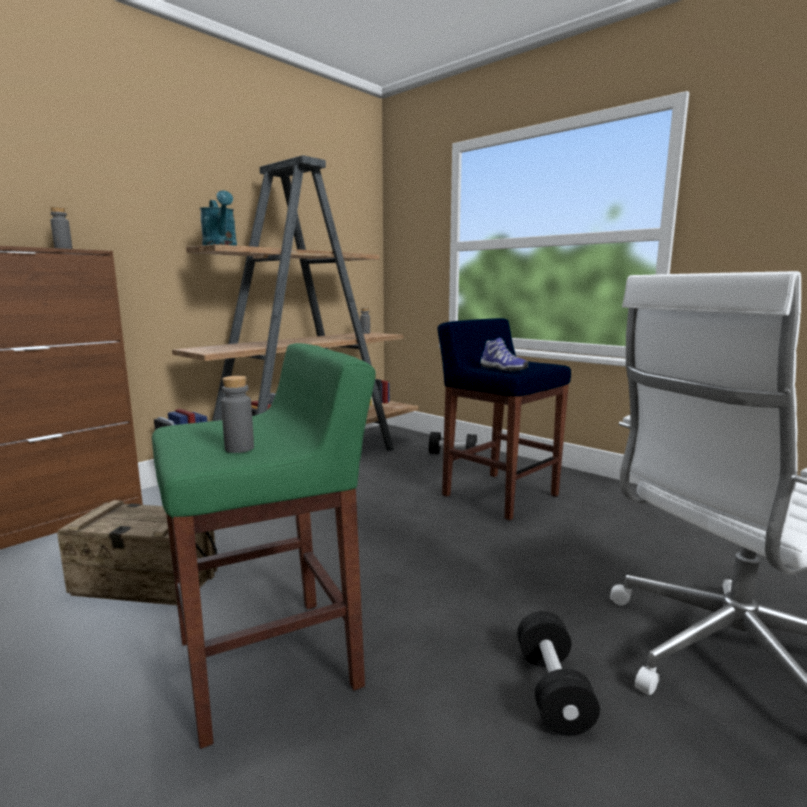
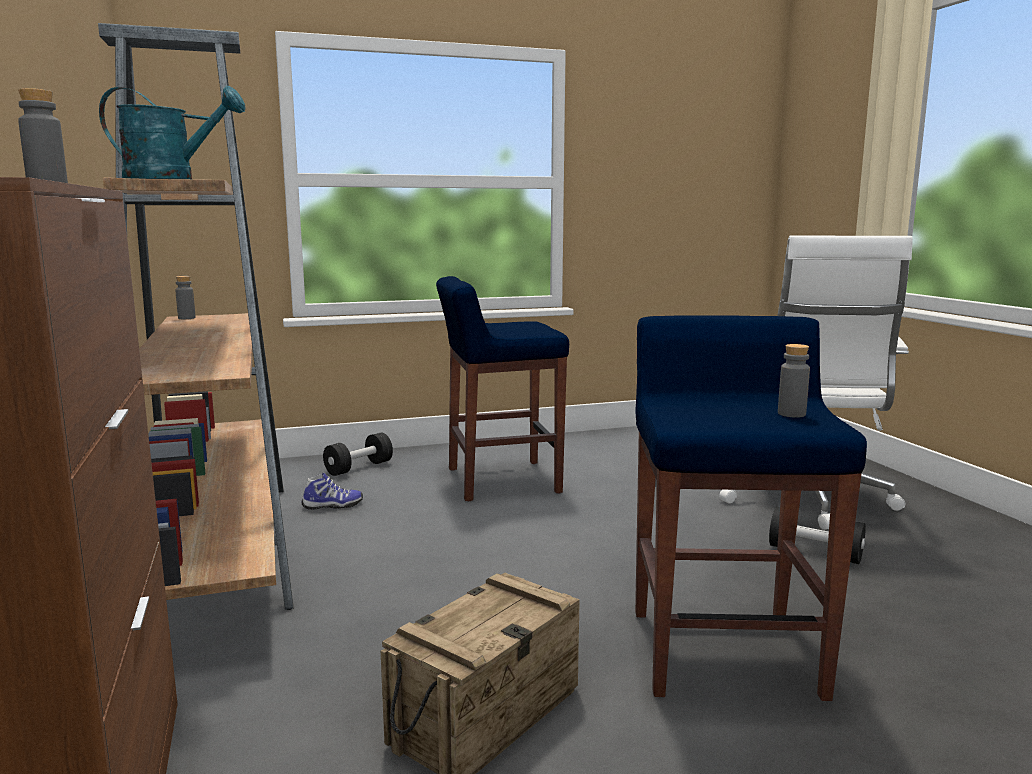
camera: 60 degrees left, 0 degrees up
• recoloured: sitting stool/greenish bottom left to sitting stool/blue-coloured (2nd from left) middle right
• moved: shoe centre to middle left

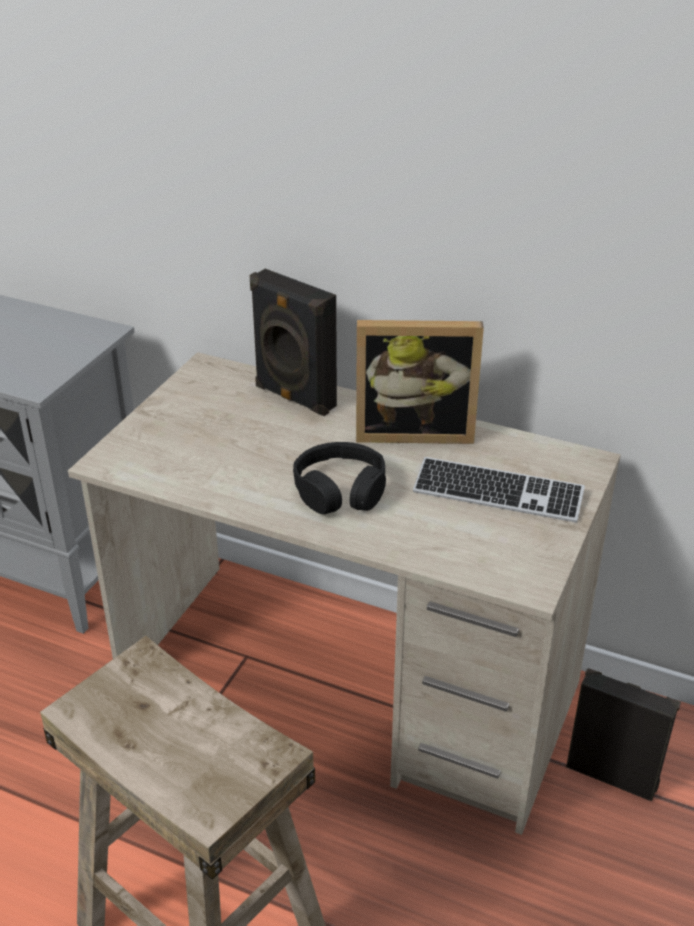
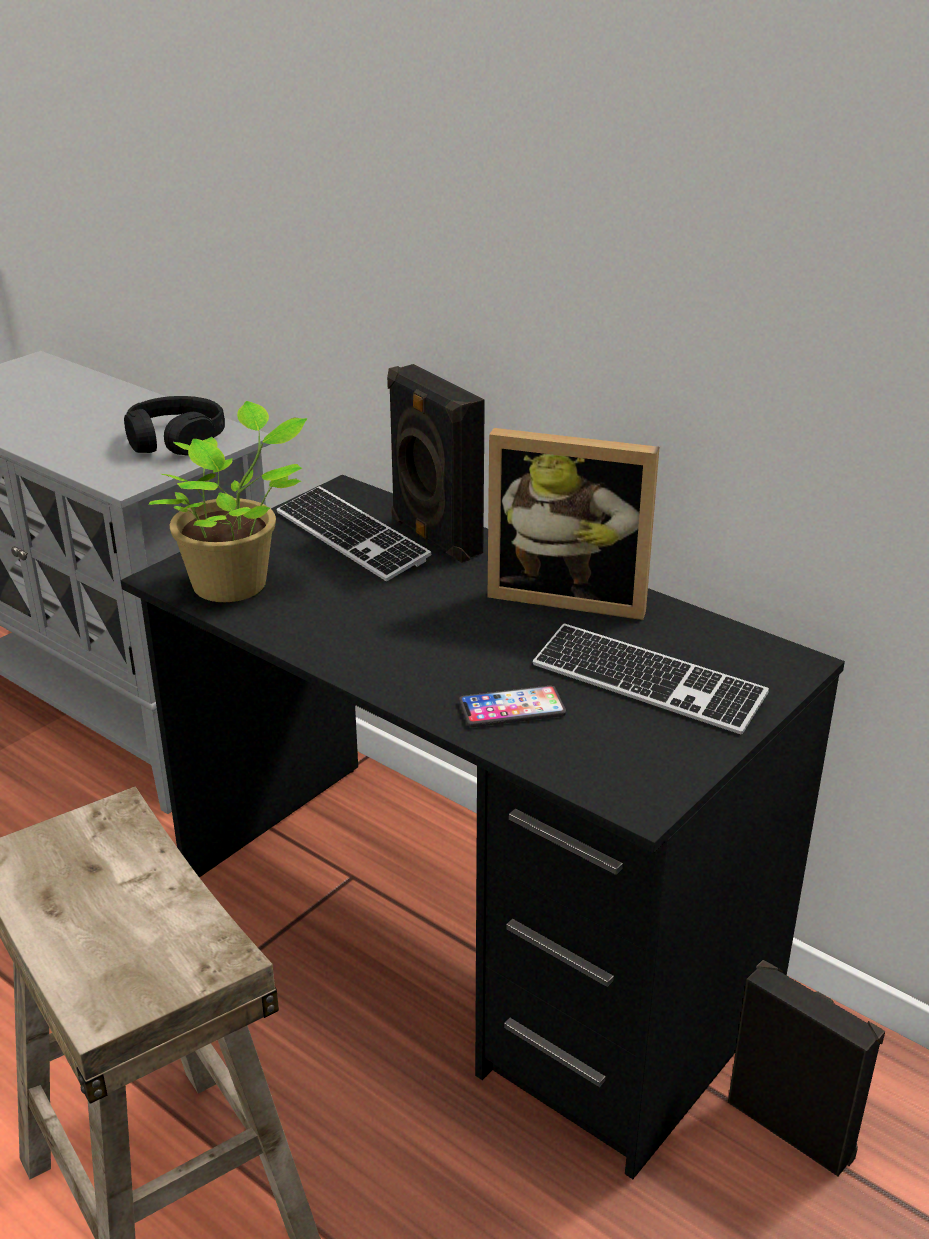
camera: 15 degrees right, 5 degrees down
• recoloured: desk table/beige centre to desk table/black bottom centre
• moved: pair of headphones/black centre to middle left
• added: plant in a pot middle left
• added: keyboard (1st from left) centre
• added: phone centre

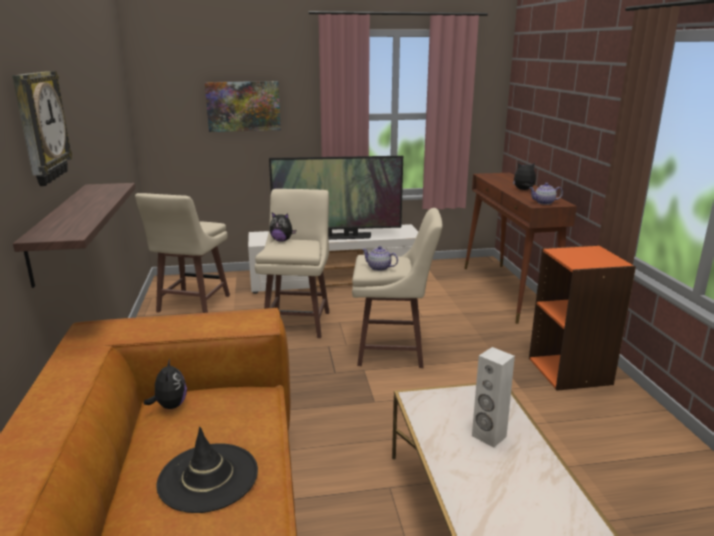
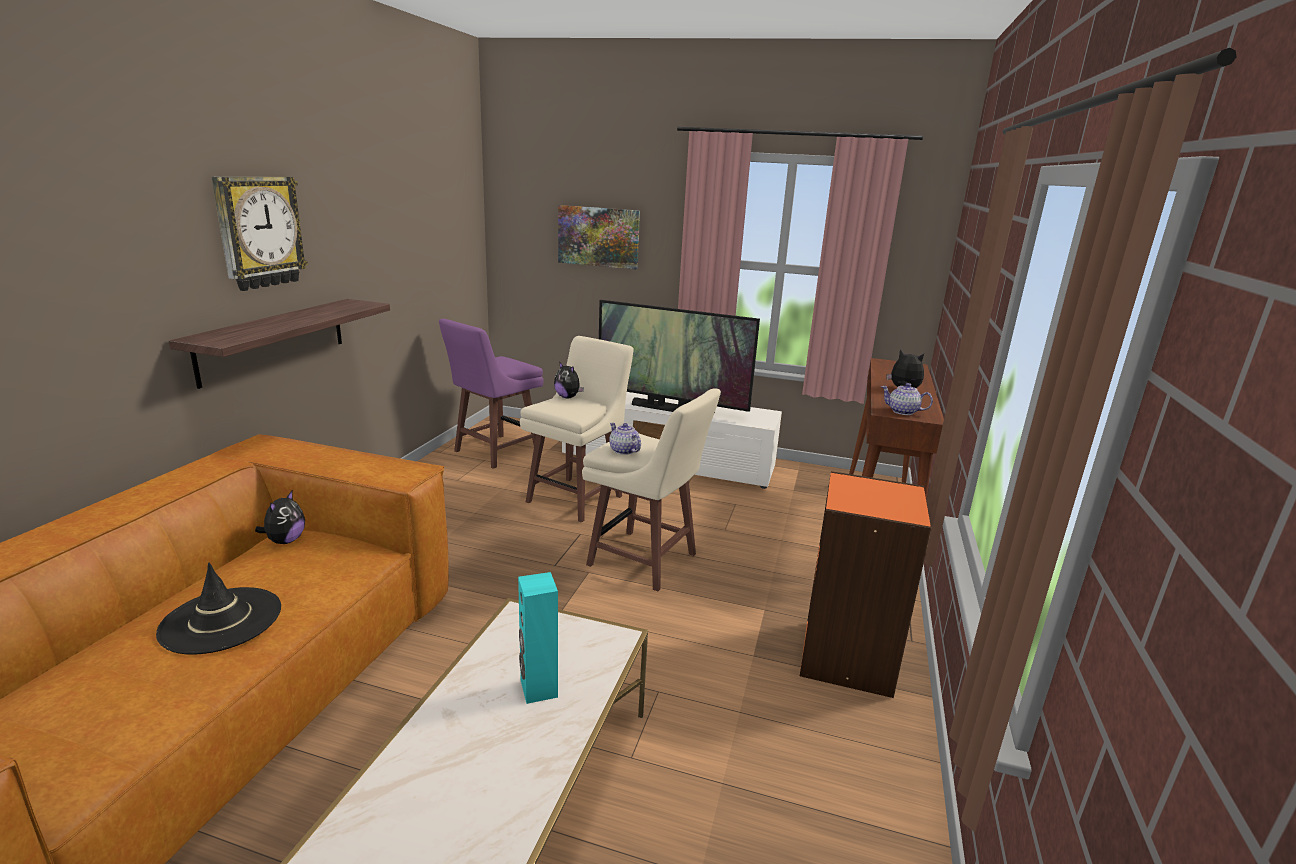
camera: 25 degrees right, 0 degrees up
• recoloured: sitting stool/beige (1st from left) middle left to sitting stool/purple centre
• recoloured: loudspeaker/whitish bottom right to loudspeaker/blue-green bottom centre

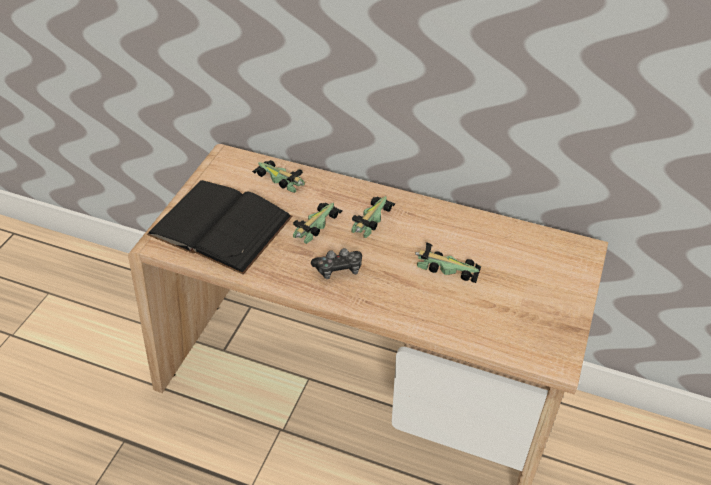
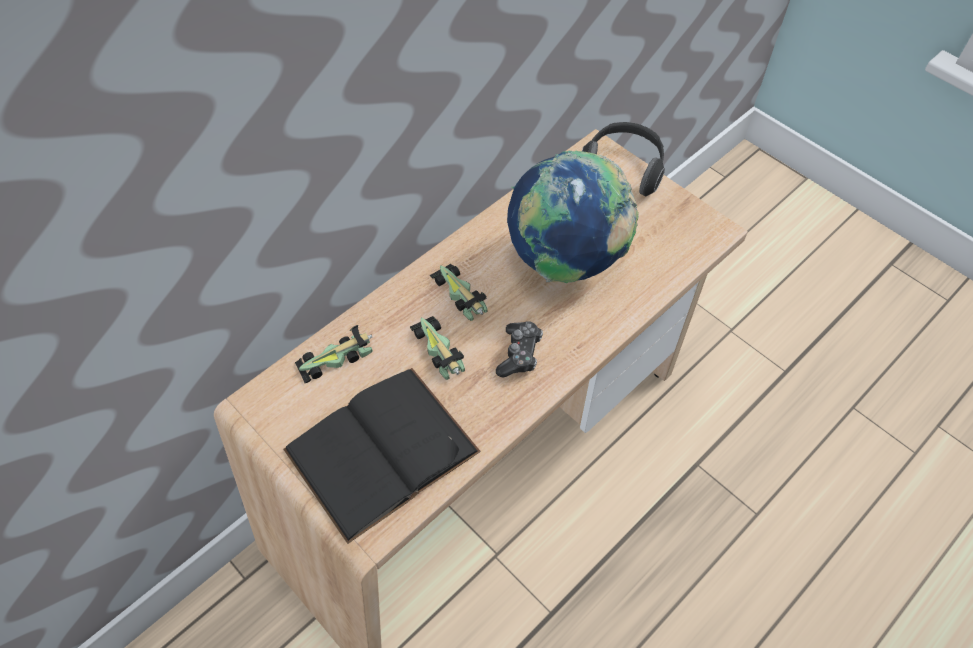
camera: 65 degrees left, 10 degrees up
• replaced: miniature car (4th from left) centre to desk globe centre
• added: pair of headphones top centre

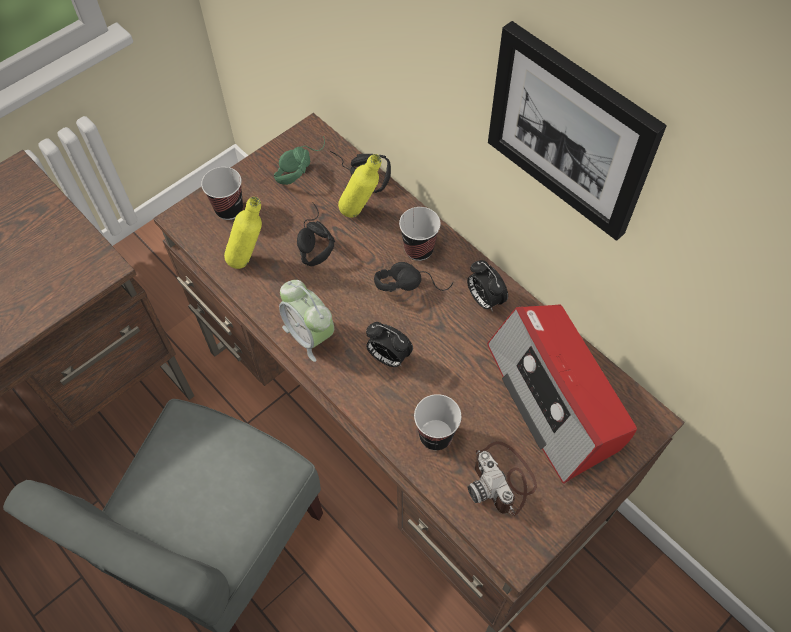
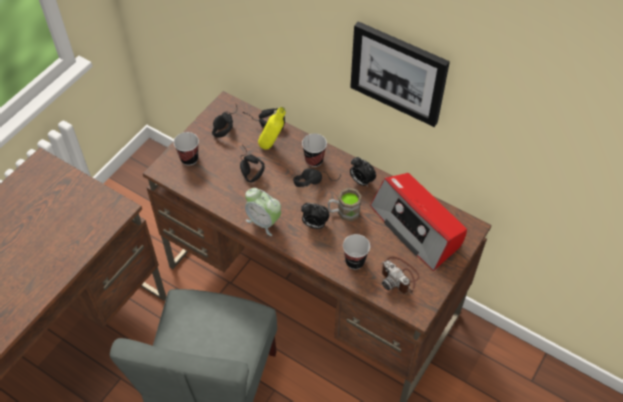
camera: 15 degrees left, 5 degrees down
• removed: beverage bottle/yellow (1st from left) middle left
• recoloured: pair of headphones/greenish top centre to pair of headphones/black (1st from left) top centre
• added: coffee mug/brown-coloured centre

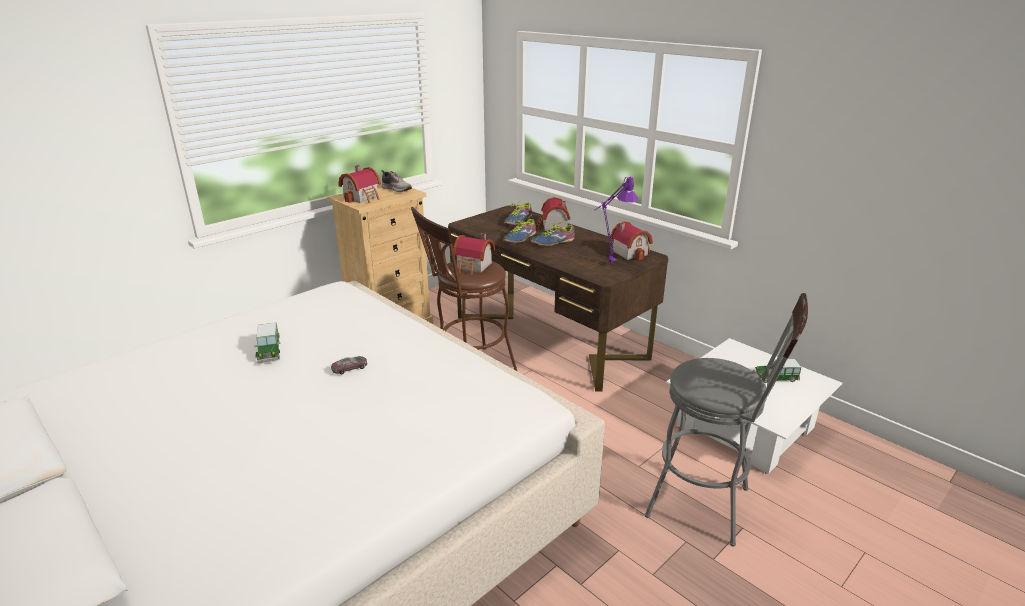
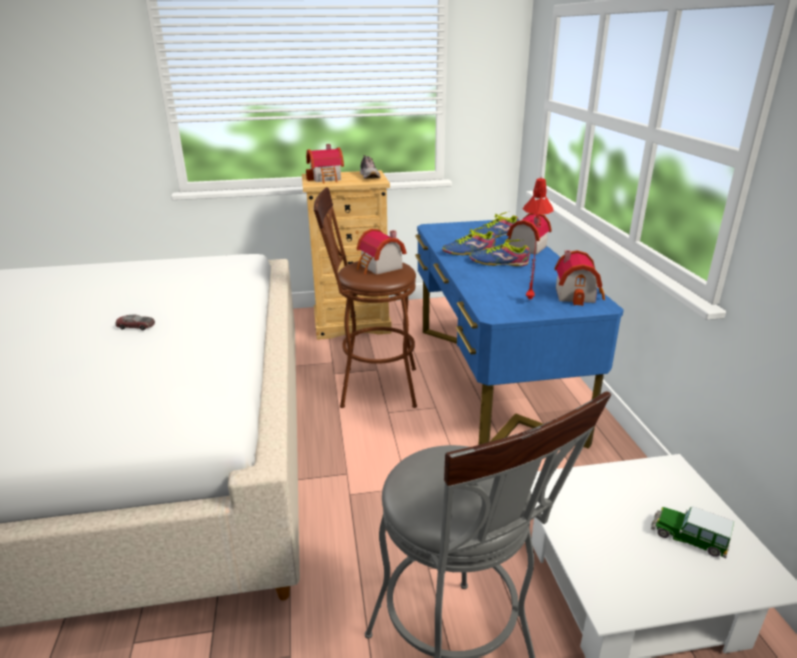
camera: 35 degrees right, 0 degrees up
• removed: miniature car (1st from left) middle left
• recoloured: desk table/brown-coloured centre to desk table/blue-coloured centre
• recoloured: lamp for a table/purple centre to lamp for a table/red middle right

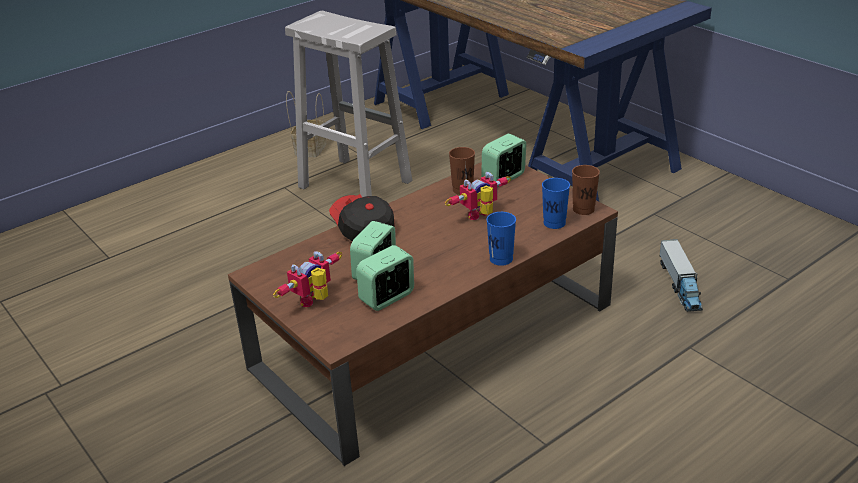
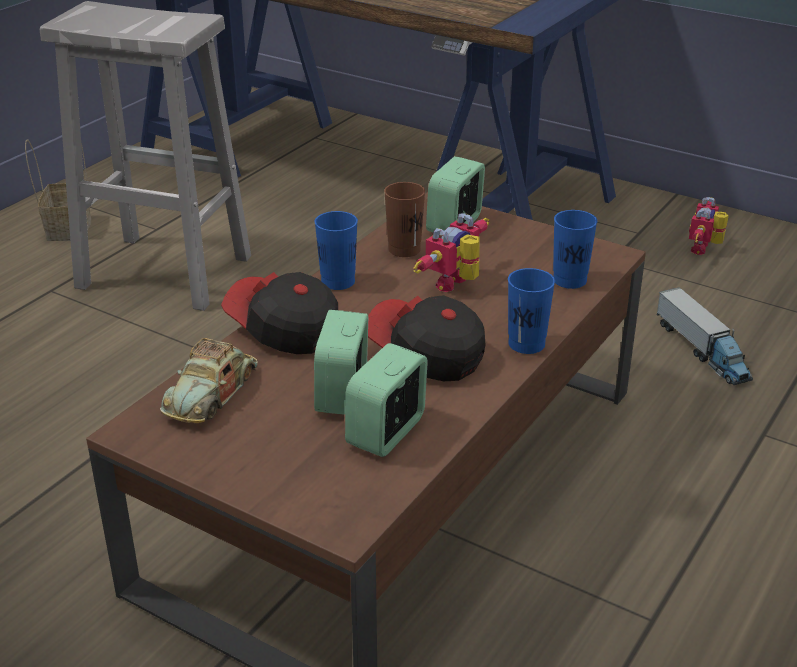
camera: 20 degrees left, 0 degrees up
• moved: model robot (1st from left in the first image) centre to model robot (2nd from left) middle right
• removed: drinking cup/brown-coloured (2nd from left) middle right
• added: miniature car middle left
• added: drinking cup/blue-coloured (1st from left) centre
• added: baseball cap (2nd from left) centre

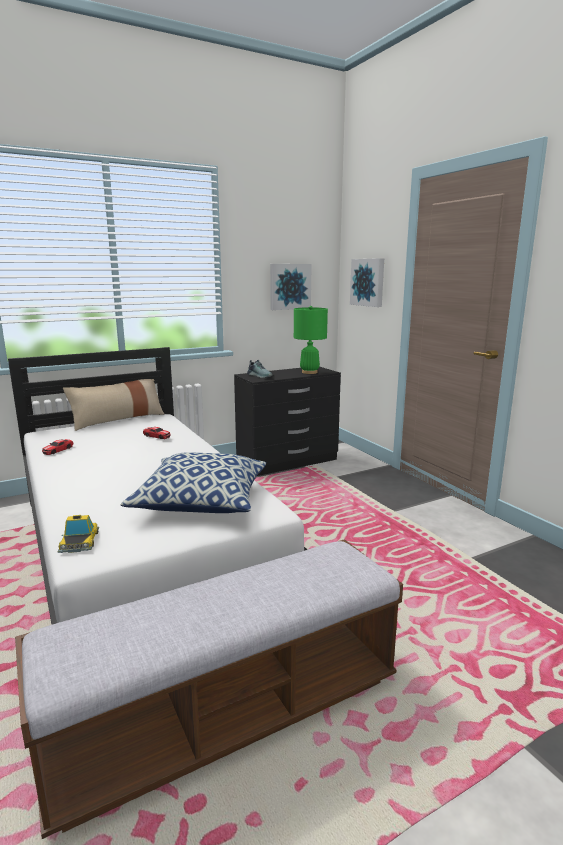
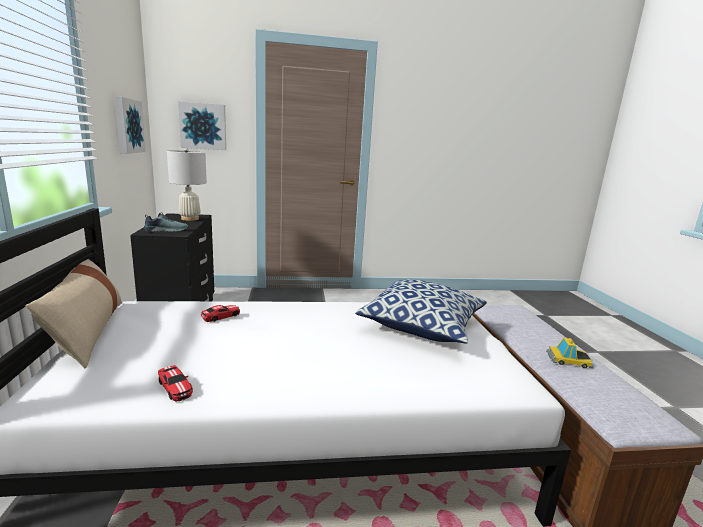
camera: 70 degrees left, 0 degrees up
• moved: miniature car (2nd from left in the first image) middle left to miniature car (3rd from left) bottom right
• recoloured: lamp for a table/greenish centre to lamp for a table/whitish middle left

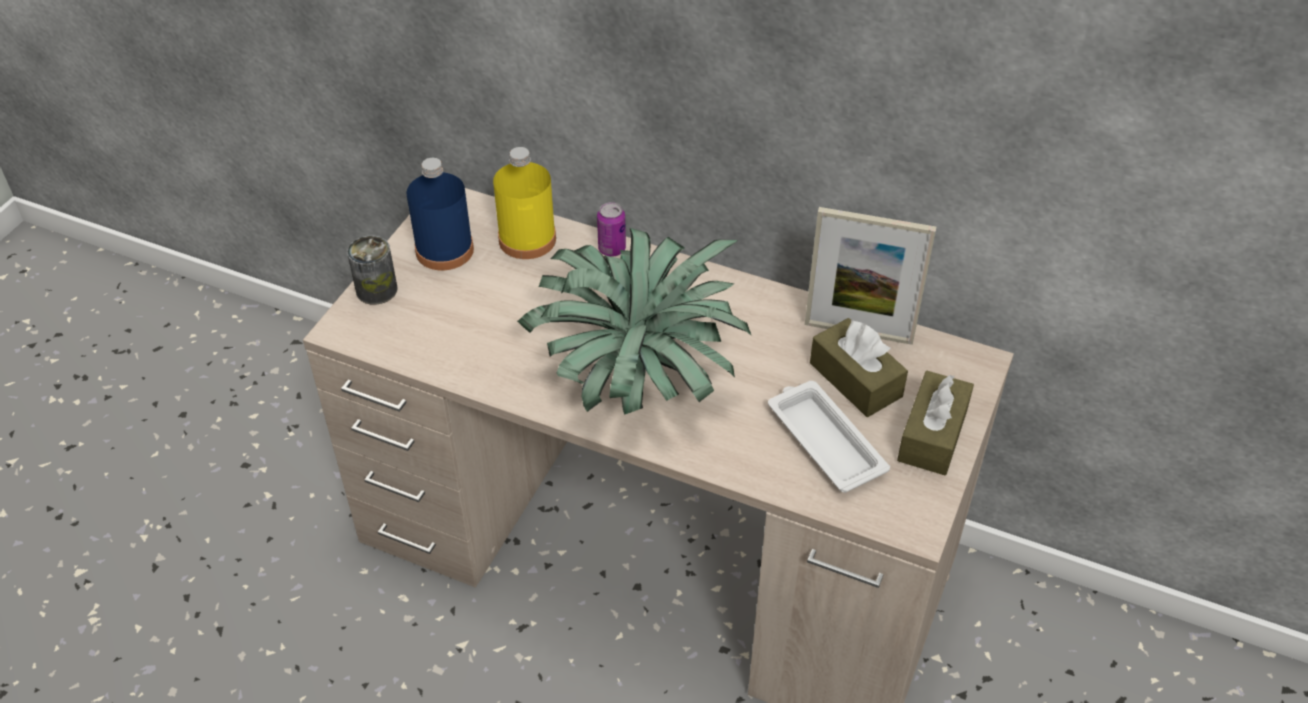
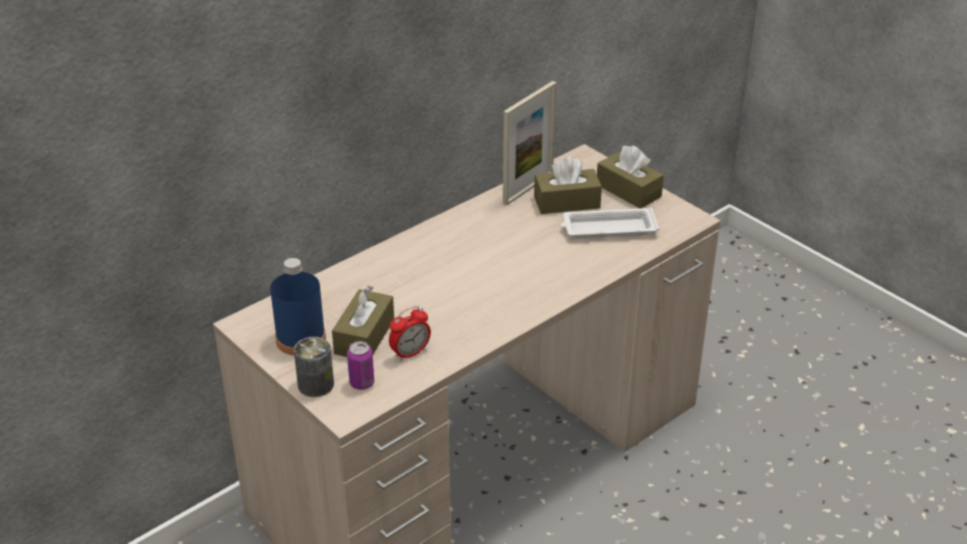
camera: 65 degrees left, 10 degrees down
• removed: beverage bottle/yellow top centre
• removed: plant in a pot centre
• moved: metal can (2nd from left) top centre to bottom centre
• added: box of tissues/brown-coloured (1st from left) centre
• added: table clock centre

